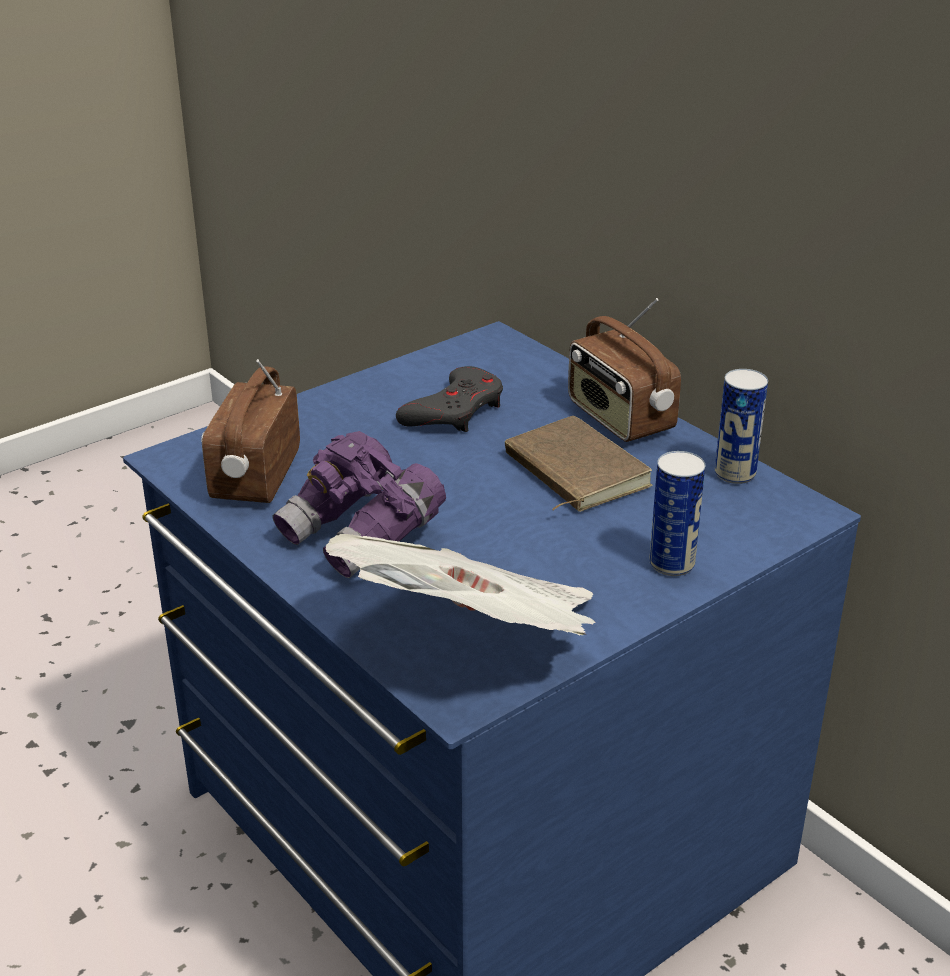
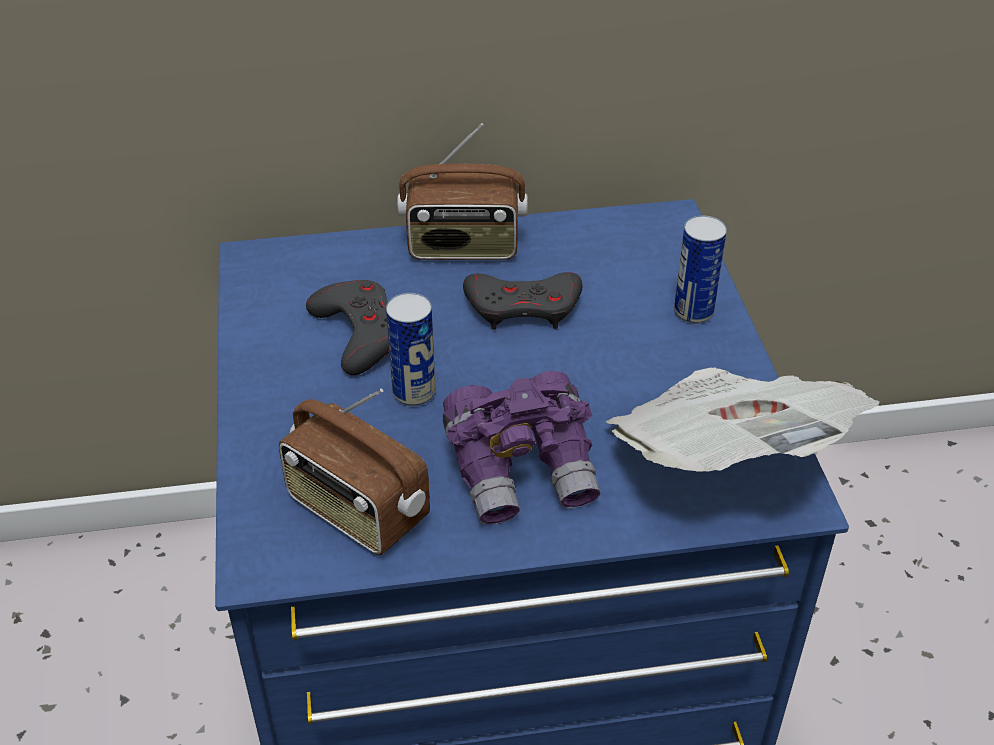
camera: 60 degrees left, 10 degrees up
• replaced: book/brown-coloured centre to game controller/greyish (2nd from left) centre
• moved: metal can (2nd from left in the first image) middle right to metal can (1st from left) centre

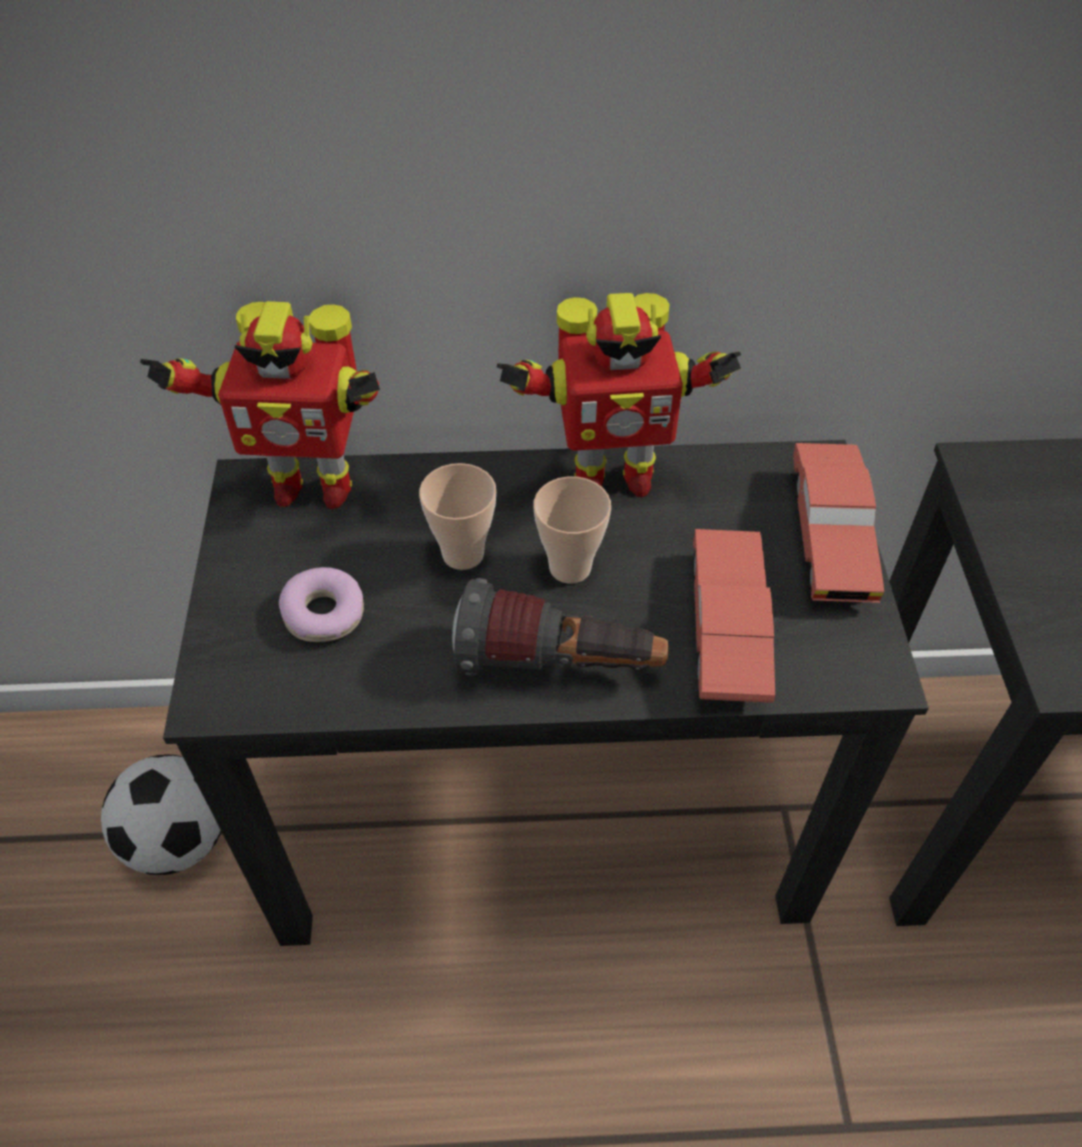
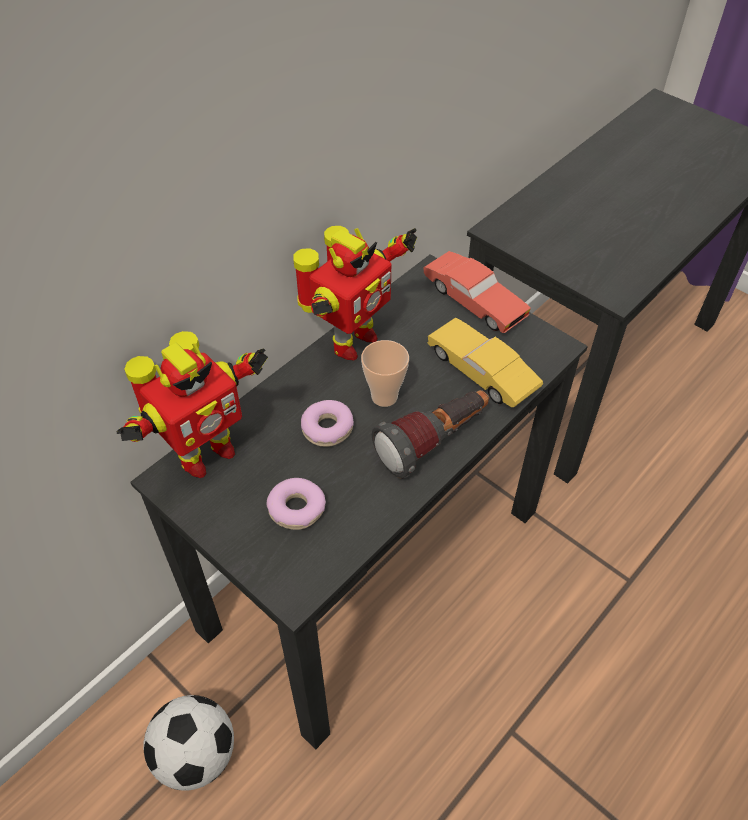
camera: 45 degrees left, 0 degrees up
• replaced: drinking cup (1st from left) centre to doughnut (2nd from left) centre
• recoloured: miniature car/red (1st from left) middle right to miniature car/yellow centre

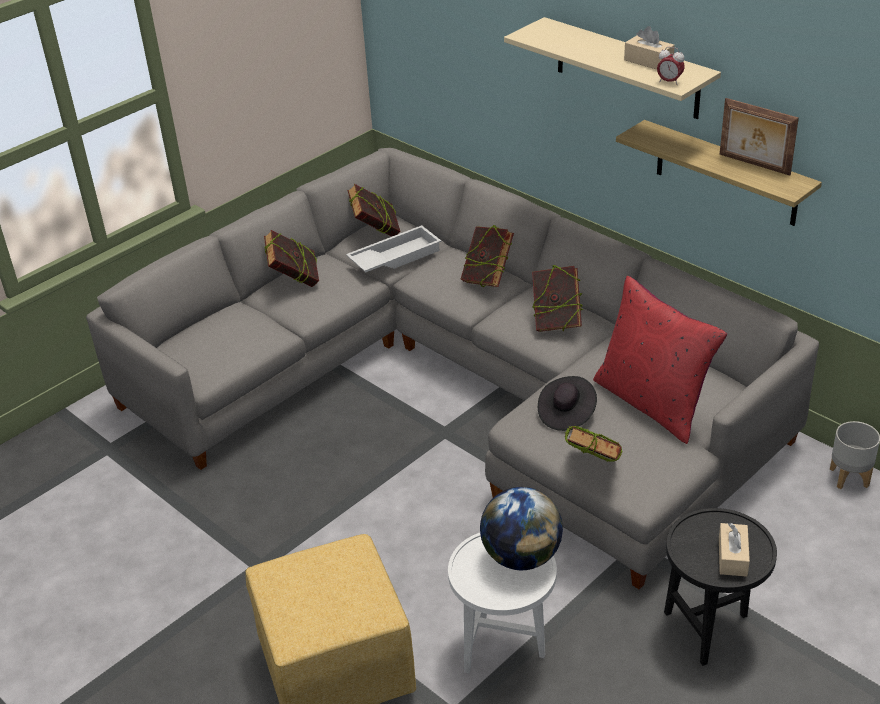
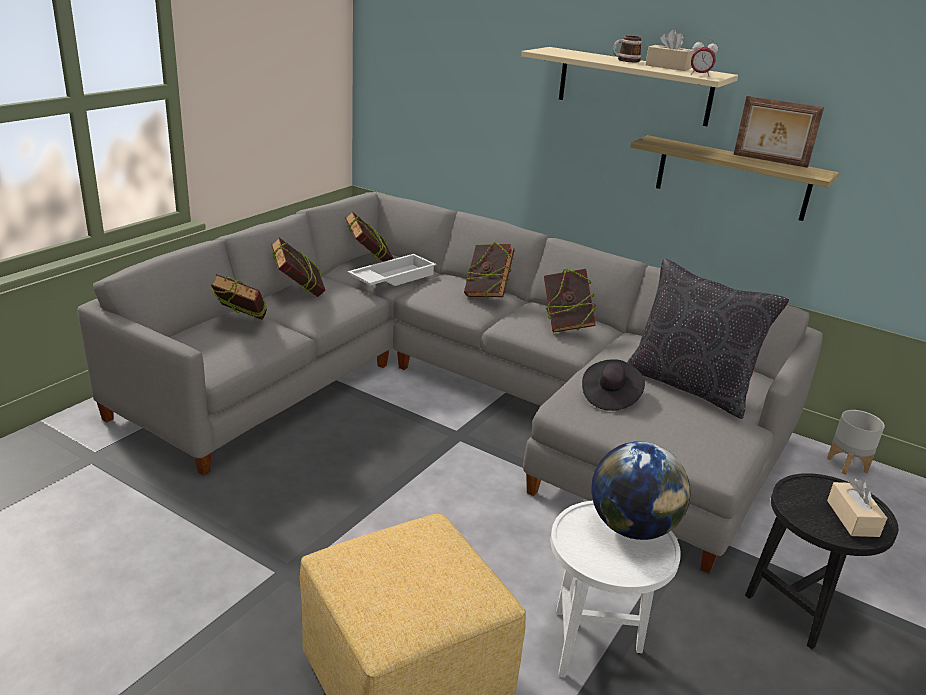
camera: 15 degrees left, 10 degrees down
• moved: book (5th from left in the first image) middle right to book (1st from left) middle left
• recoloured: pillow/red middle right to pillow/black middle right
• added: coffee mug top right

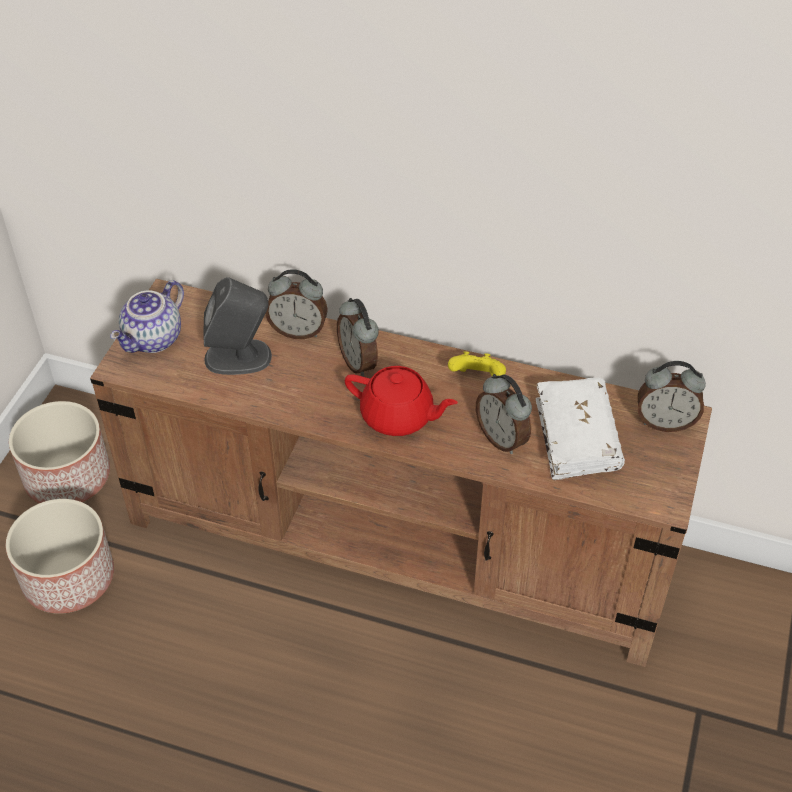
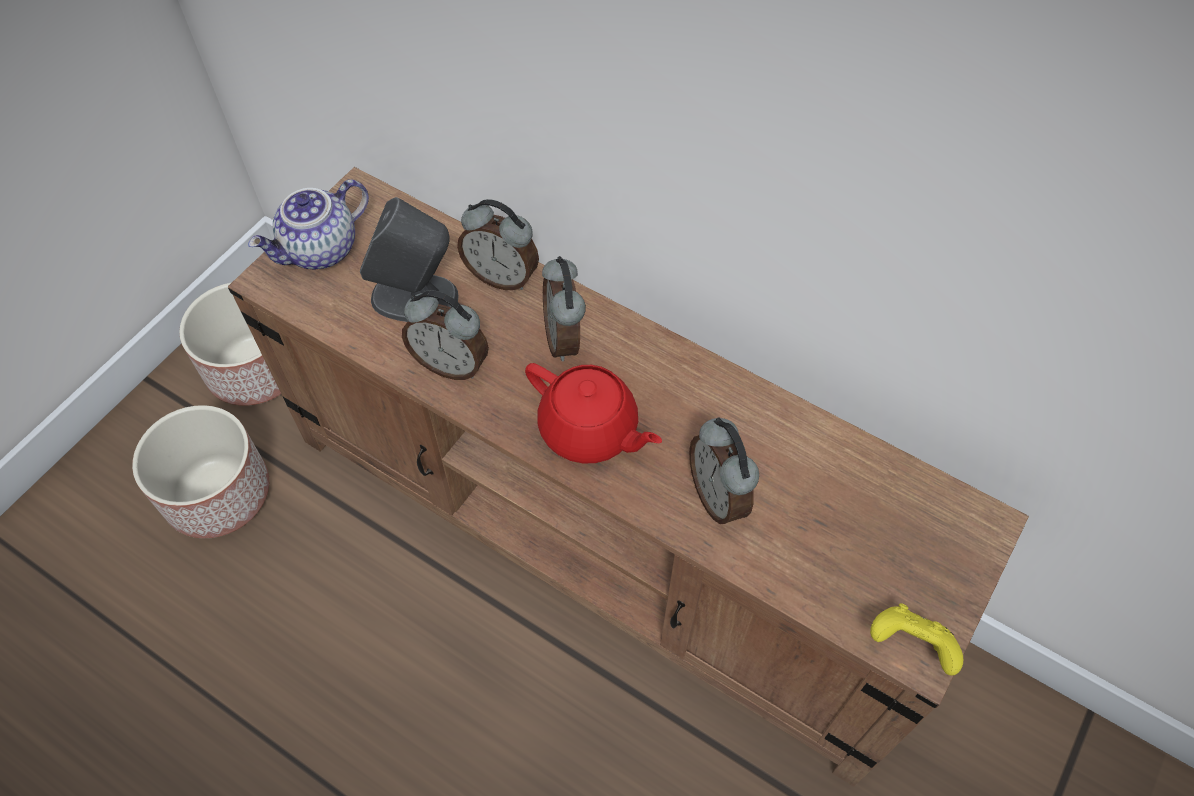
camera: 15 degrees right, 10 degrees up
• moved: game controller/yellow centre to bottom right
• removed: book/whitish middle right
• moved: table clock (4th from left in the first image) middle right to table clock (1st from left) centre

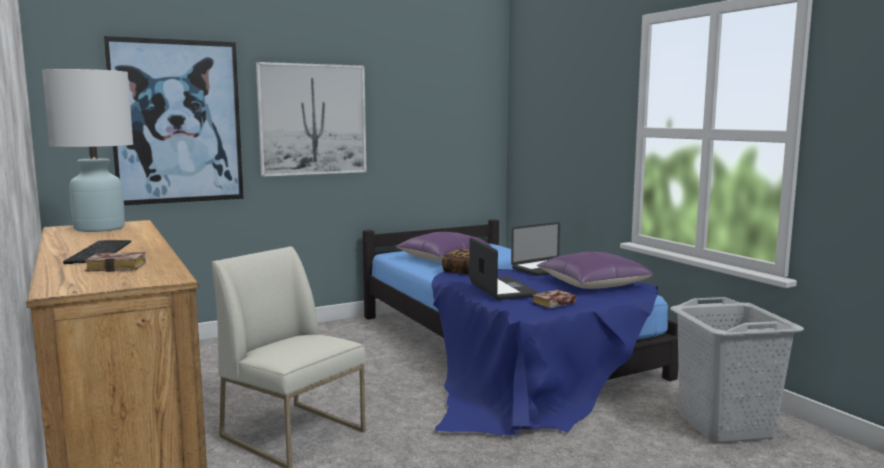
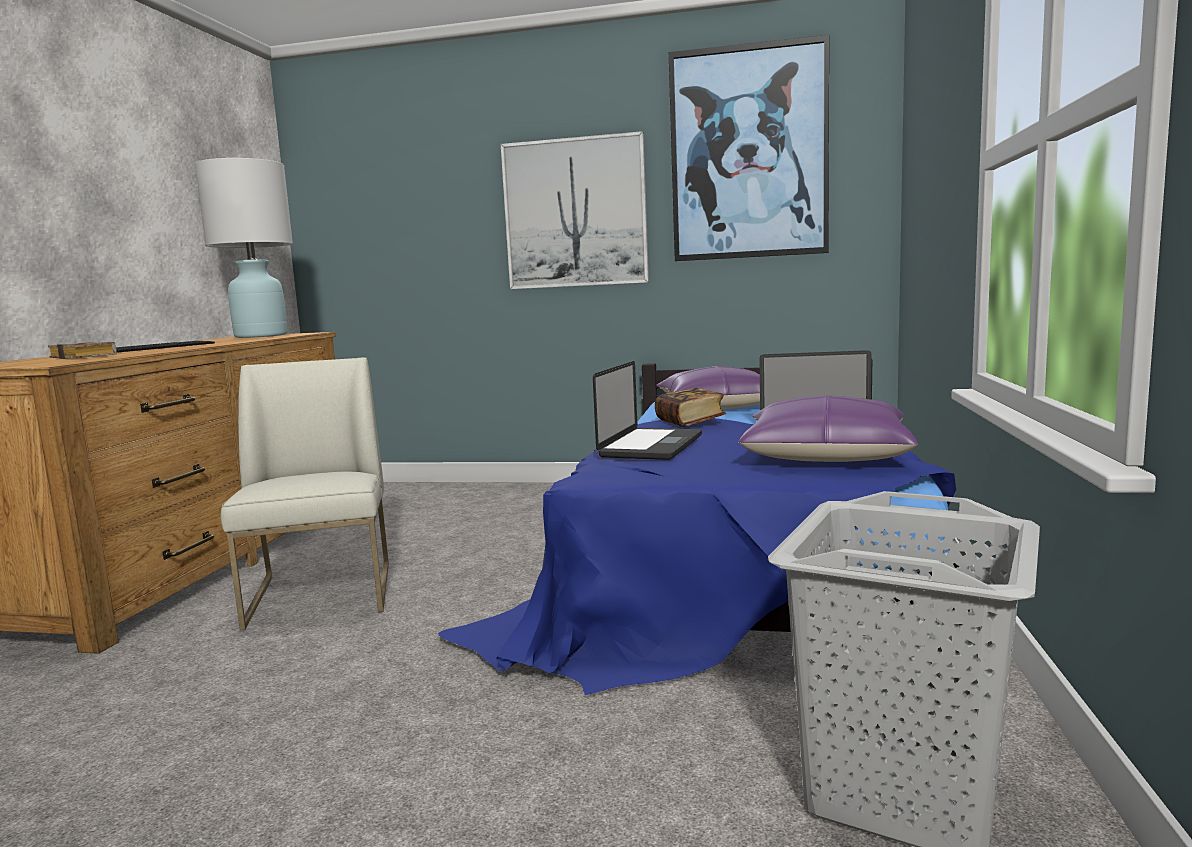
camera: 40 degrees right, 0 degrees up
• moved: picture (1st from left in the first image) top left to picture (2nd from left) top centre
• removed: book (3rd from left) centre

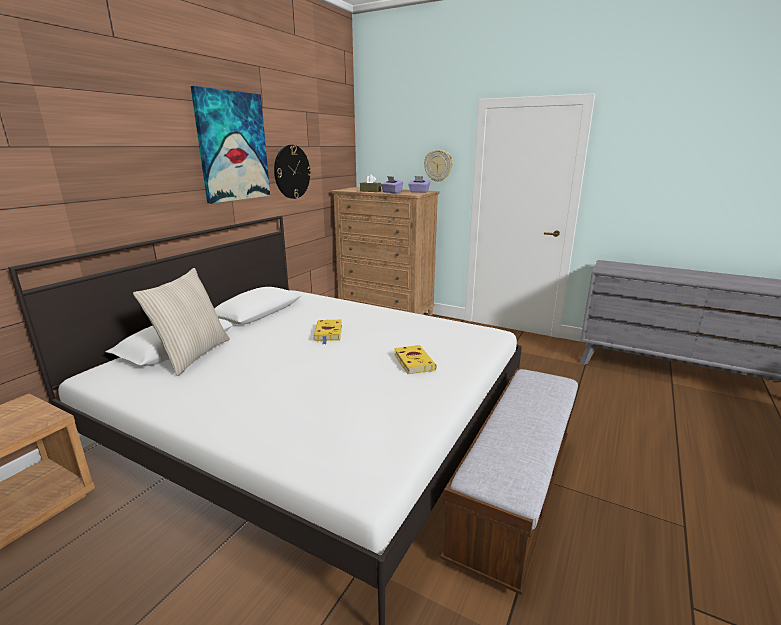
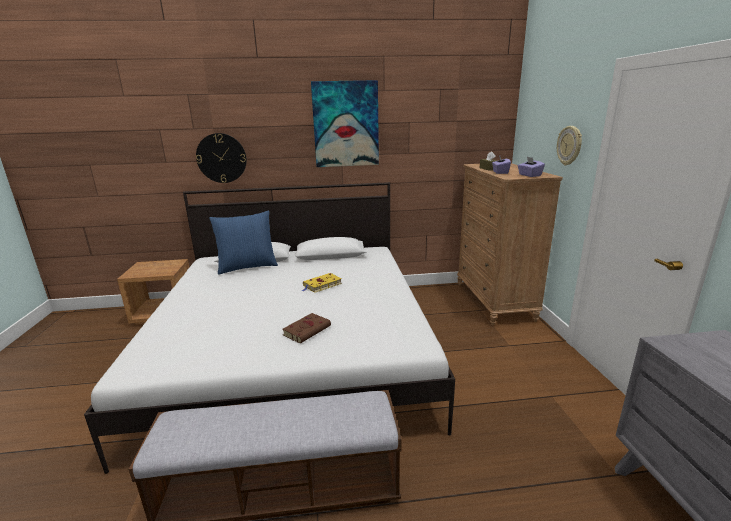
camera: 55 degrees right, 0 degrees up
• recoloured: pillow/beige middle left to pillow/blue-coloured middle left
• moved: clock on the wall (1st from left) top centre to top left
• recoloured: book/yellow (2nd from left) centre to book/brown-coloured centre

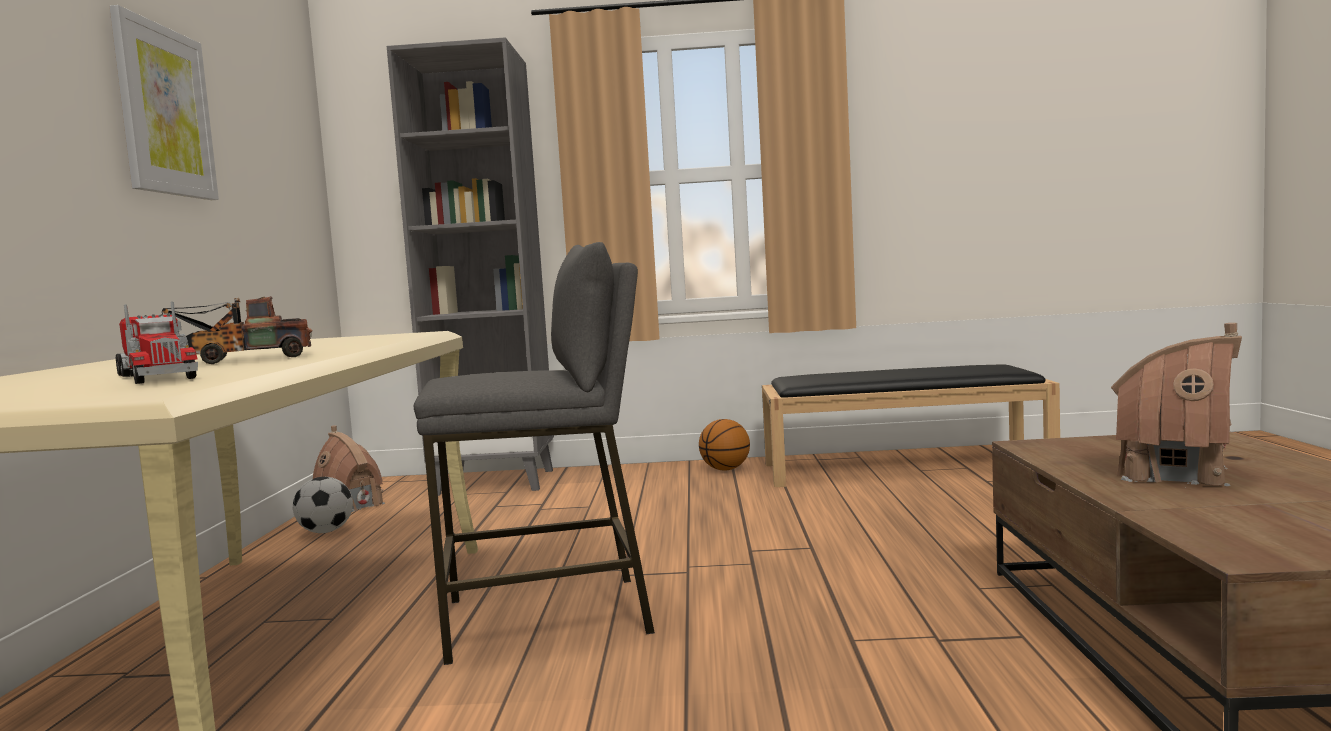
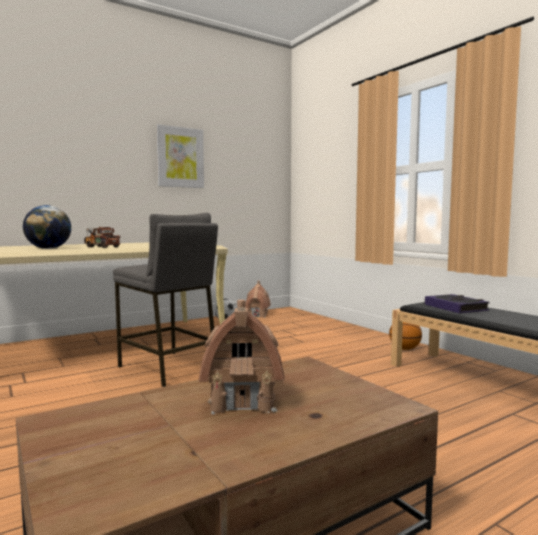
camera: 55 degrees right, 0 degrees up
• replaced: toy truck (1st from left) middle left to desk globe middle left
• removed: bookshelf/greyish centre
• added: book middle right

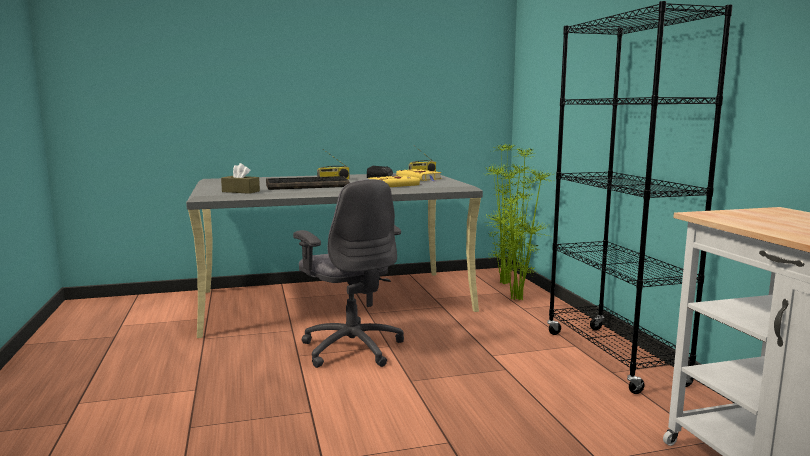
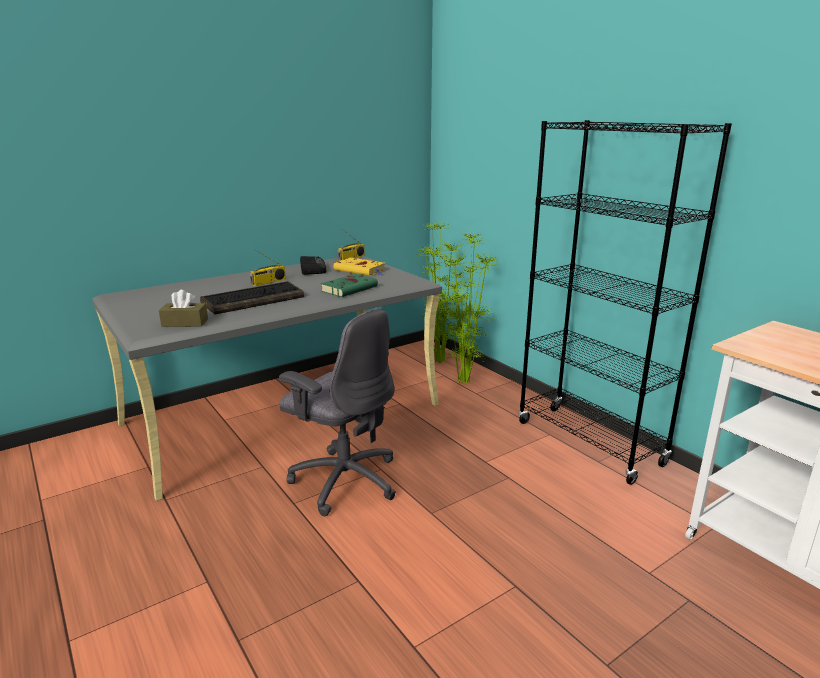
camera: 20 degrees left, 10 degrees up
• recoloured: book/yellow (1st from left) centre to book/greenish centre

